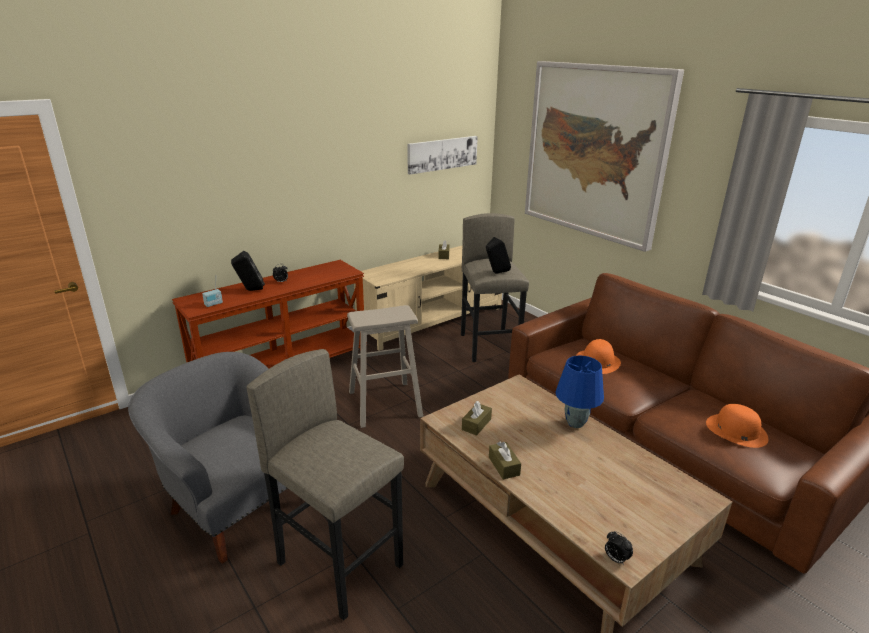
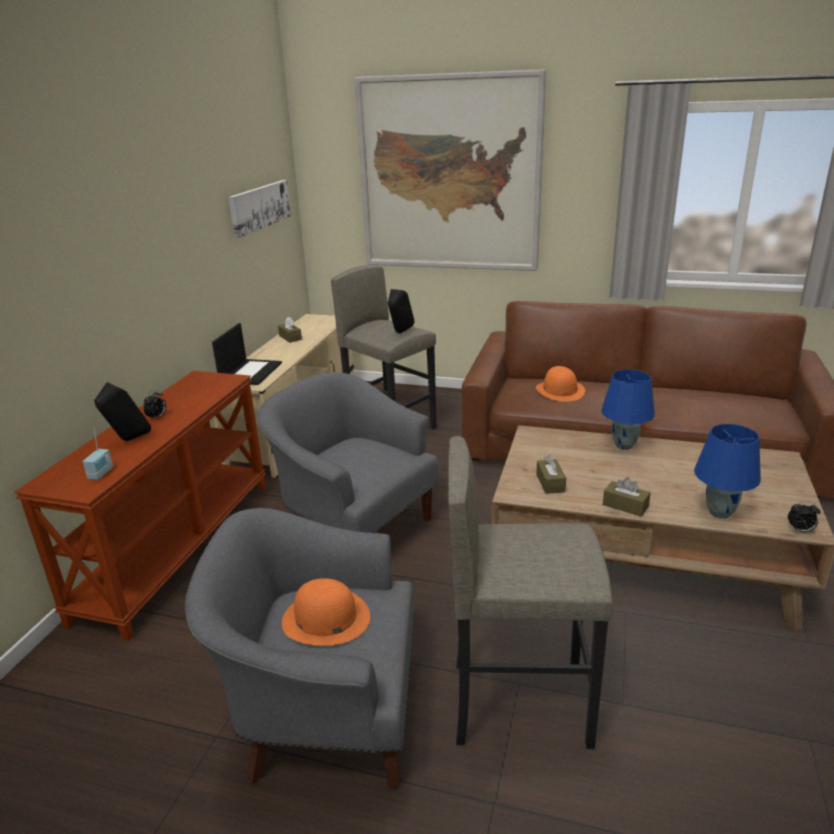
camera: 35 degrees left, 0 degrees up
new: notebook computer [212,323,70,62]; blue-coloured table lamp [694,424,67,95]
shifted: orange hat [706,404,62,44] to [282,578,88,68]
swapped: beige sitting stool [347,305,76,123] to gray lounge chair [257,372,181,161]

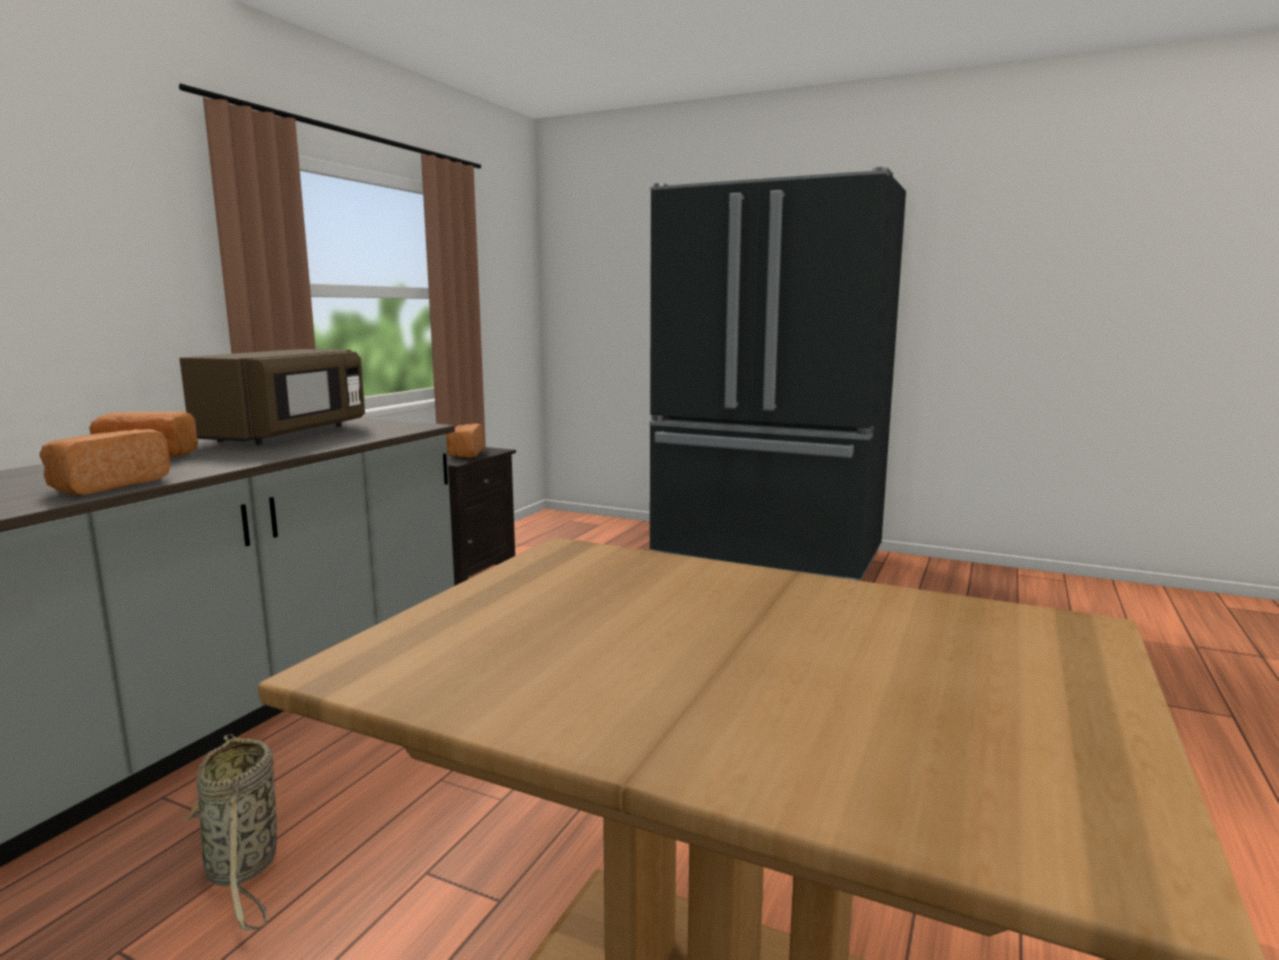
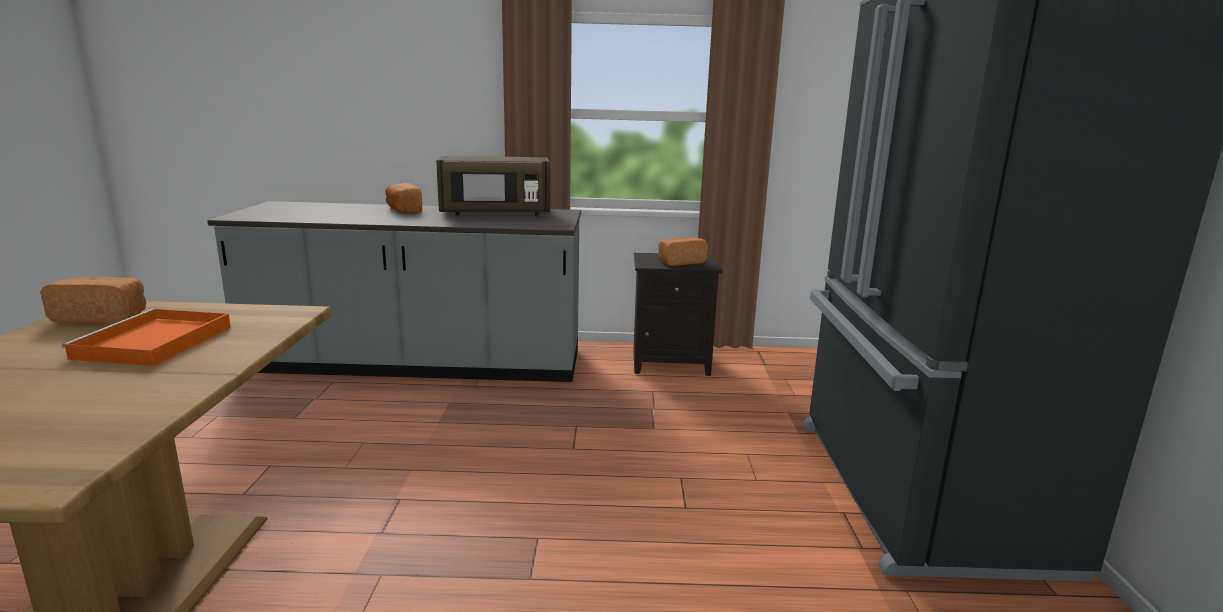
camera: 65 degrees right, 5 degrees up
gone: basket [184,734,93,196]
new: orange tray [61,309,170,57]
shifted: bread [39,429,132,66] to [40,277,106,47]

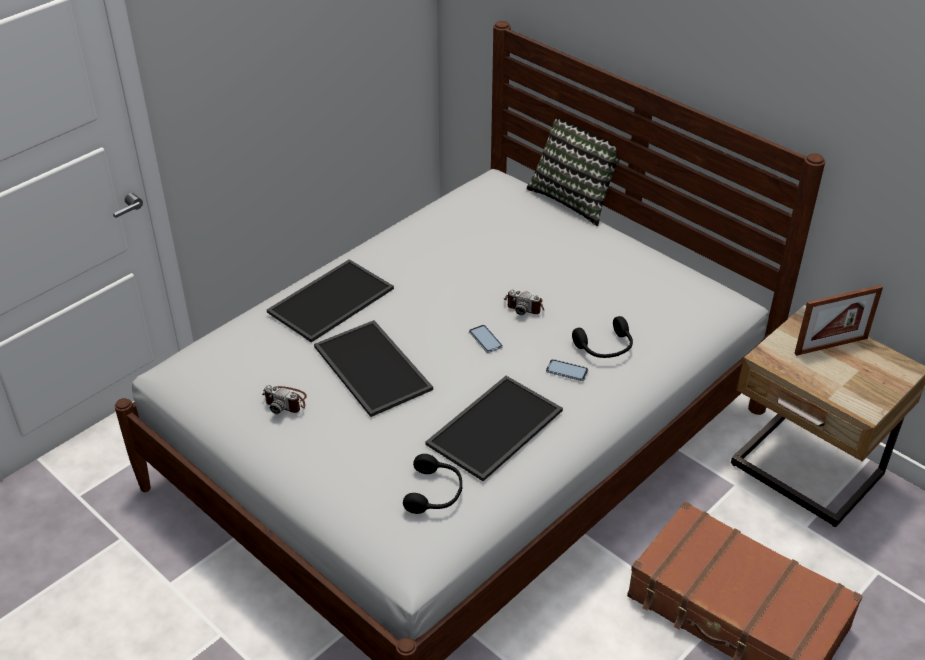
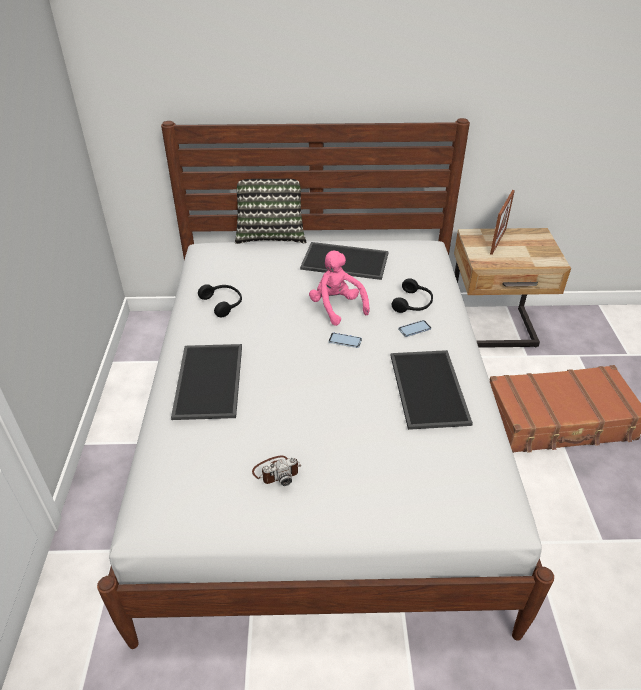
camera: 45 degrees left, 0 degrees up
shifted: tray [314,320,119,97] to [300,242,89,38]; blackish headset [403,454,59,60] to [198,284,44,34]
swapped: still camera [504,290,40,25] to pink-coloured plush toy [309,250,61,76]

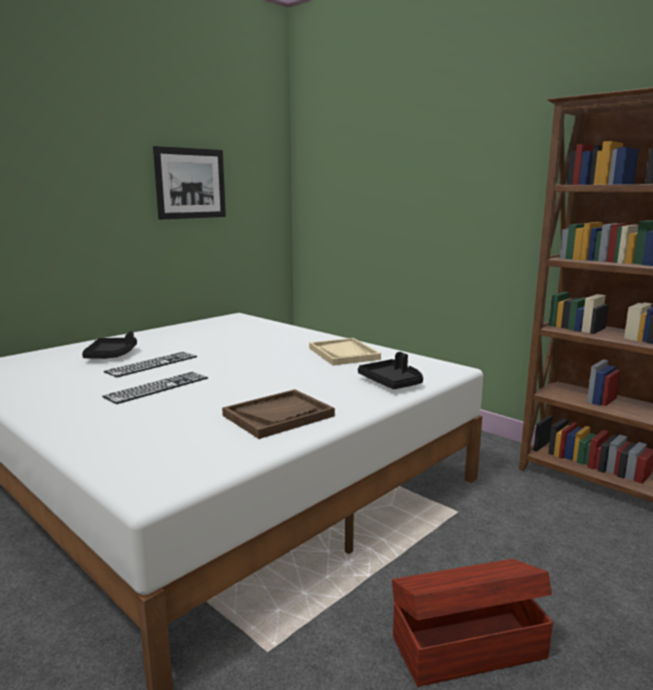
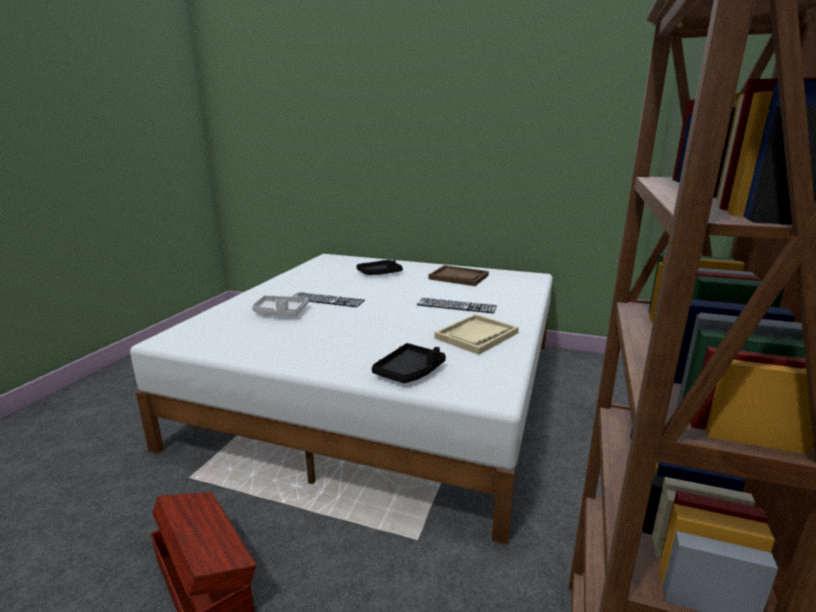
camera: 65 degrees right, 5 degrees up
gone: wall picture [153,146,73,74]
new: gray tray [252,295,56,21]
shifted: computer keyboard [104,352,93,25] to [417,298,80,15]; brown-coloured tray [222,389,113,50] to [428,265,61,21]

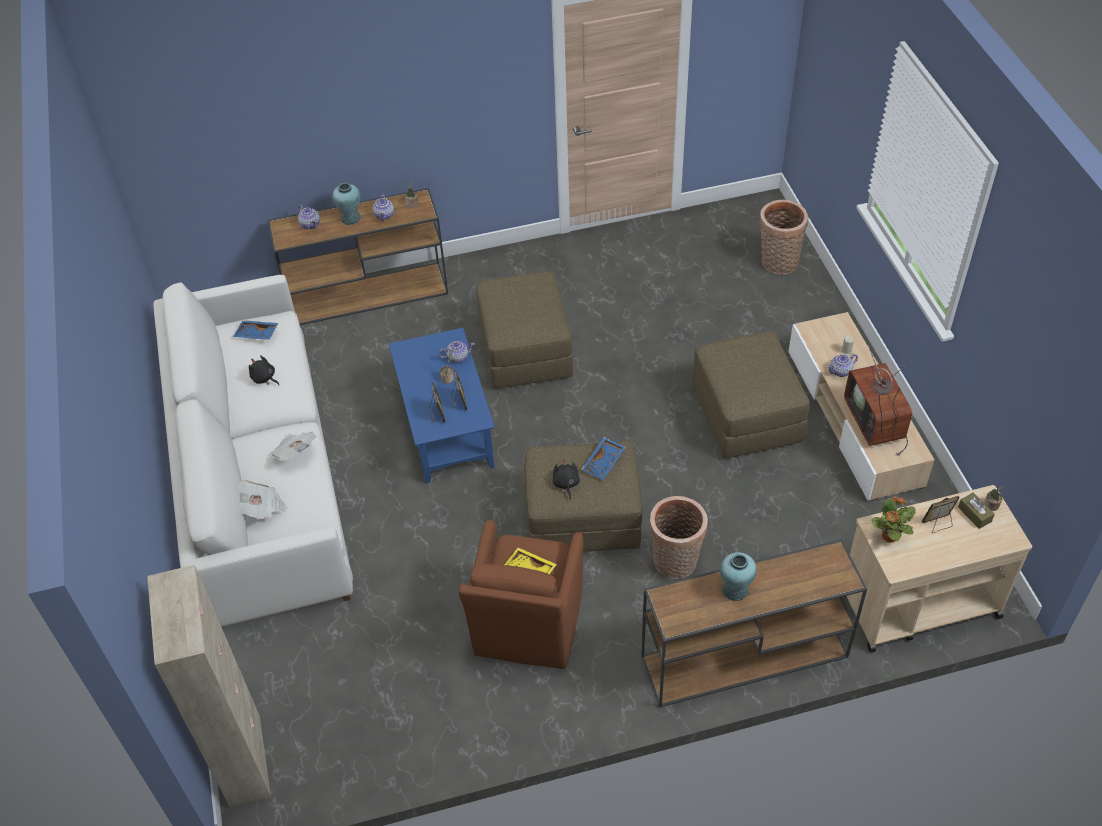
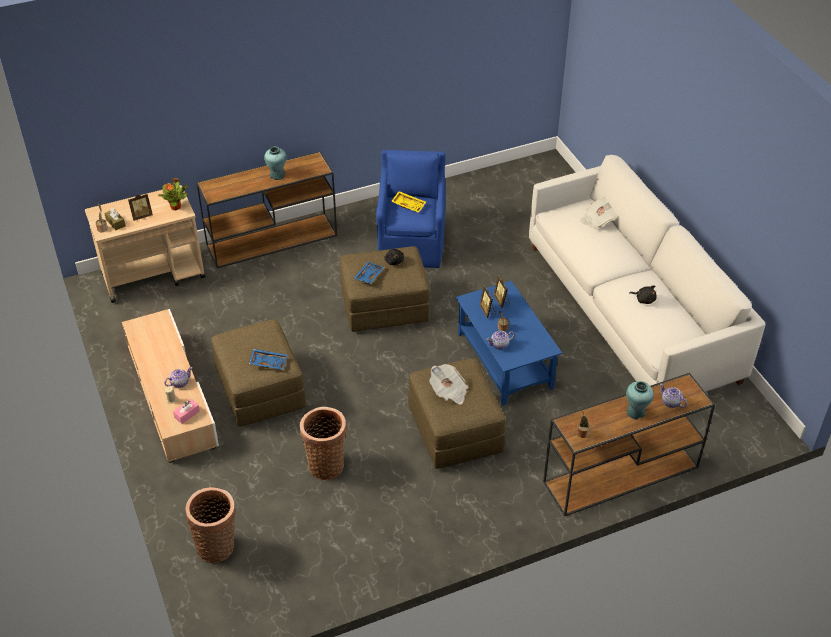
camera: 170 degrees right, 5 degrees down
gone: teapot [373,194,21,27]; TV set [844,345,68,111]; beige cabinet [147,565,124,242]
new: pink-coloured tissue holder [173,399,27,25]
shifted: blue-coloured tray [233,320,46,20] to [249,349,38,21]; newspaper [270,432,46,29] to [429,364,39,41]; basket [649,496,59,83] to [300,407,46,73]
repainted: brown-coloured lounge chair [459,520,124,149] to blue-coloured lounge chair [376,150,70,118]

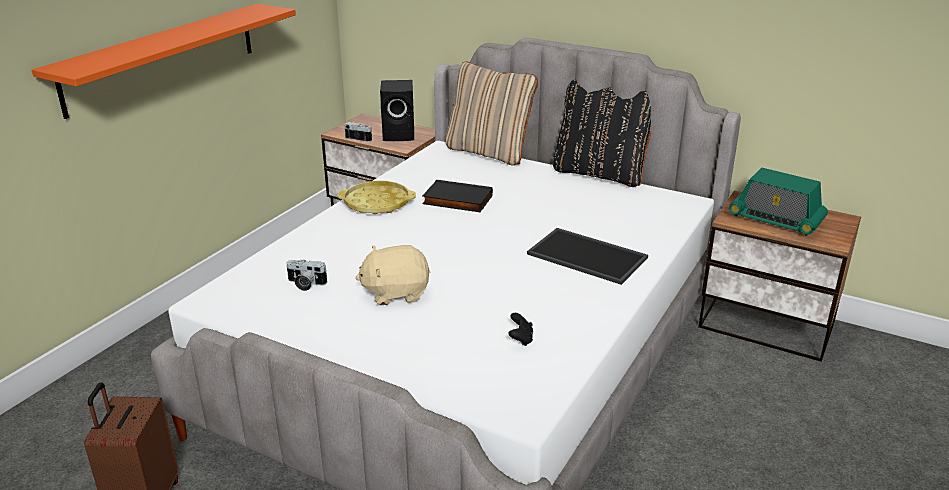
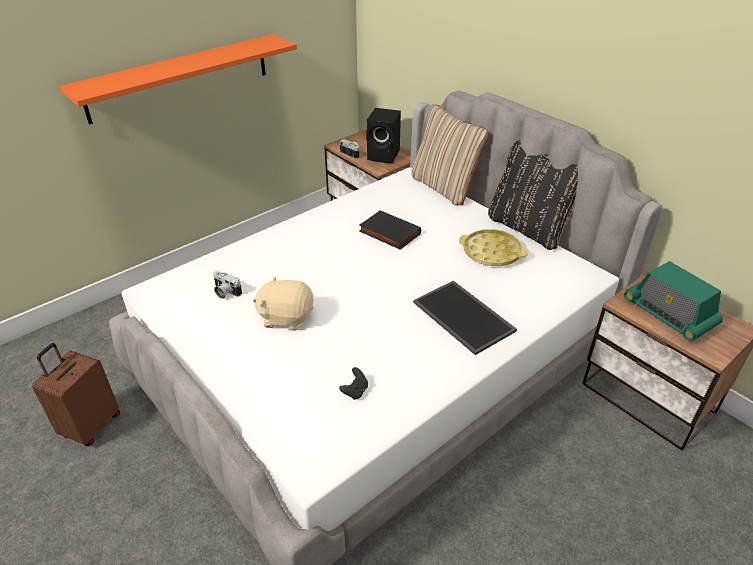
camera: 20 degrees right, 10 degrees up
shifted: yellow-coloured tray [338,181,78,33] to [459,229,69,37]

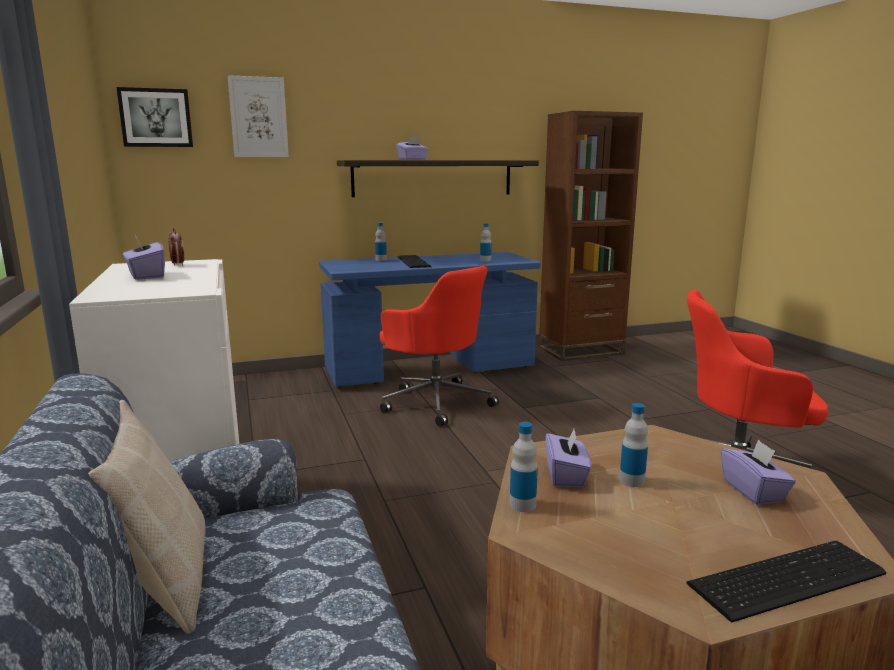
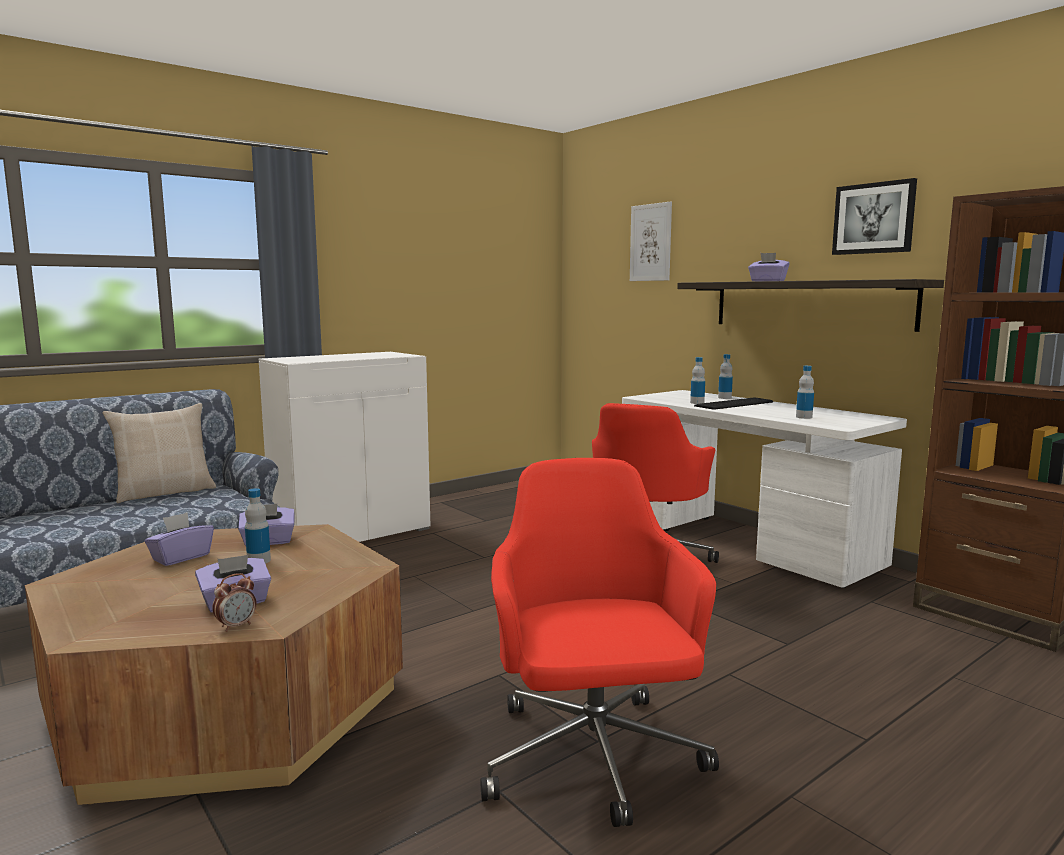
camera: 70 degrees right, 5 degrees down
gone: computer keyboard [686,541,200,82]
shifted: wall picture [116,87,77,60] to [832,178,85,77]; table clock [168,227,16,39] to [212,573,44,59]; purple-coloured tissue holder [123,235,42,45] to [145,512,69,54]; bottle [510,422,28,90] to [690,357,15,47]
repainted: blue-coloured desk unit [319,252,222,135] to whitish desk unit [622,390,285,198]

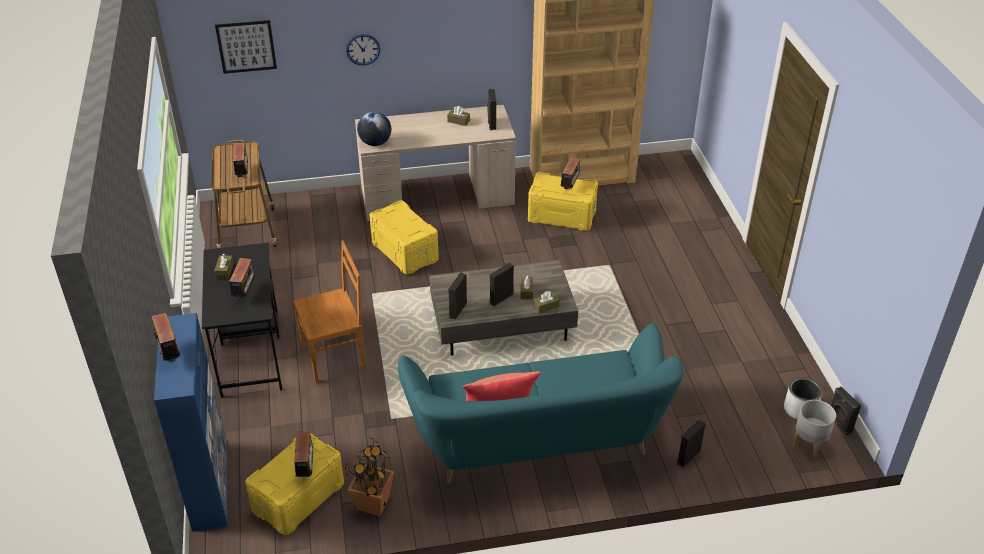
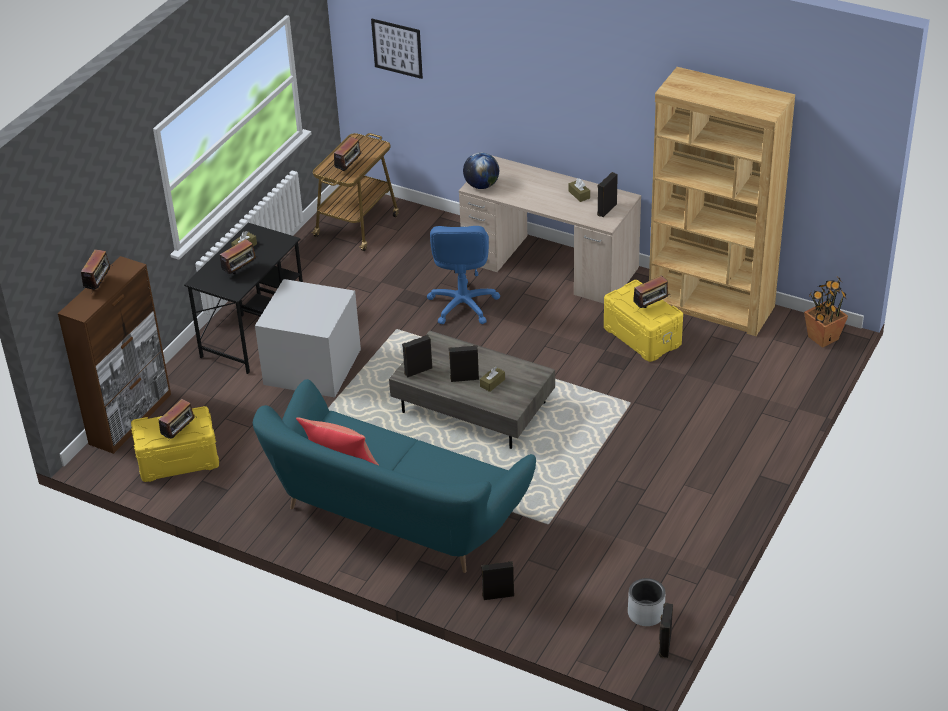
camera: 40 degrees right, 0 degrees up
gone: hanging clock [346,34,34,31]; brown-coloured tissue holder [533,291,27,23]; gray plant pot [792,400,44,58]
shifted: houseplant [345,438,49,78] to [804,277,44,71]
swapped: yellow-coloured storage box [369,200,70,75] to blue-coloured office chair [427,226,73,98]; brown-coloured plain chair [293,241,72,142] to gray storage box [255,279,106,118]
repainted: blue-coloured cabinet [154,313,74,218] to brown-coloured cabinet [58,256,113,198]

